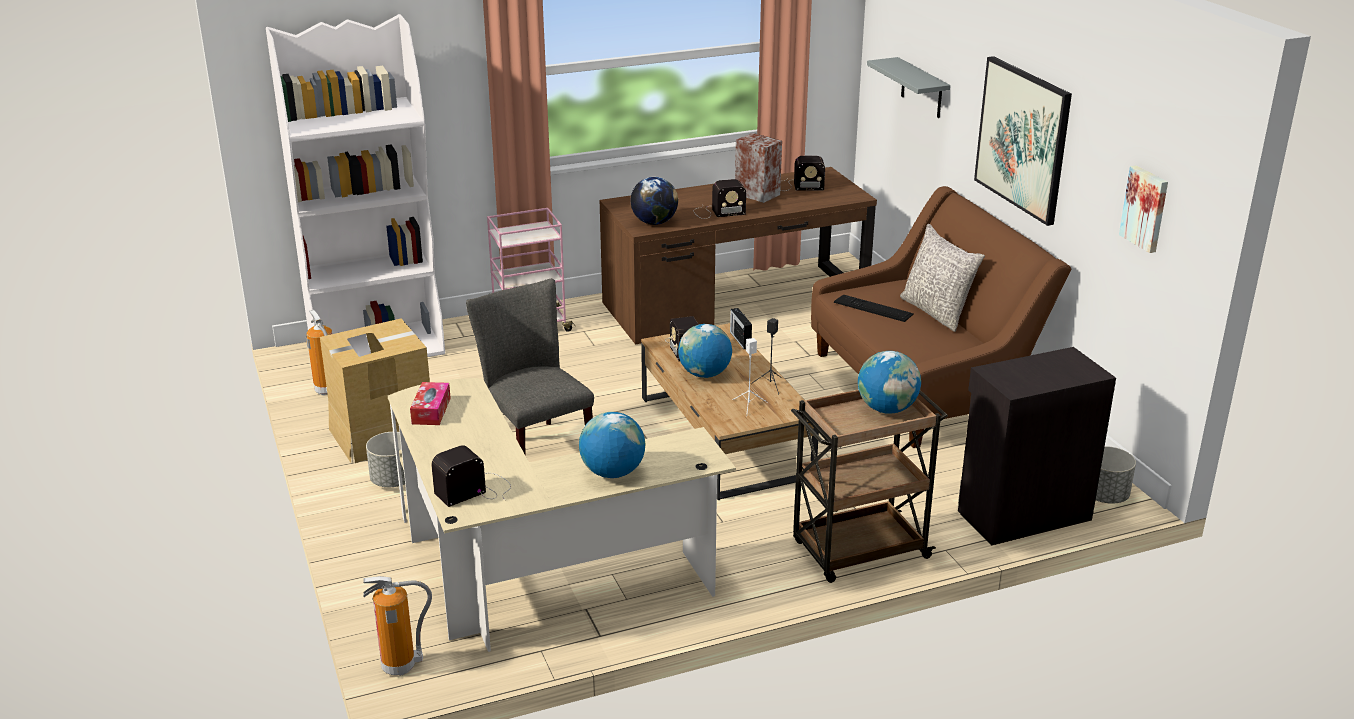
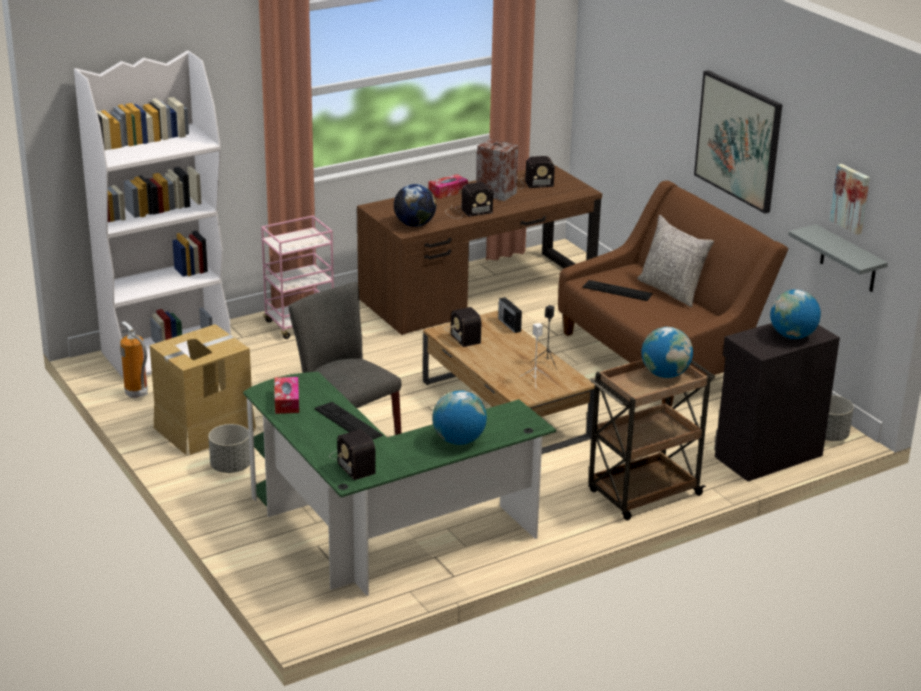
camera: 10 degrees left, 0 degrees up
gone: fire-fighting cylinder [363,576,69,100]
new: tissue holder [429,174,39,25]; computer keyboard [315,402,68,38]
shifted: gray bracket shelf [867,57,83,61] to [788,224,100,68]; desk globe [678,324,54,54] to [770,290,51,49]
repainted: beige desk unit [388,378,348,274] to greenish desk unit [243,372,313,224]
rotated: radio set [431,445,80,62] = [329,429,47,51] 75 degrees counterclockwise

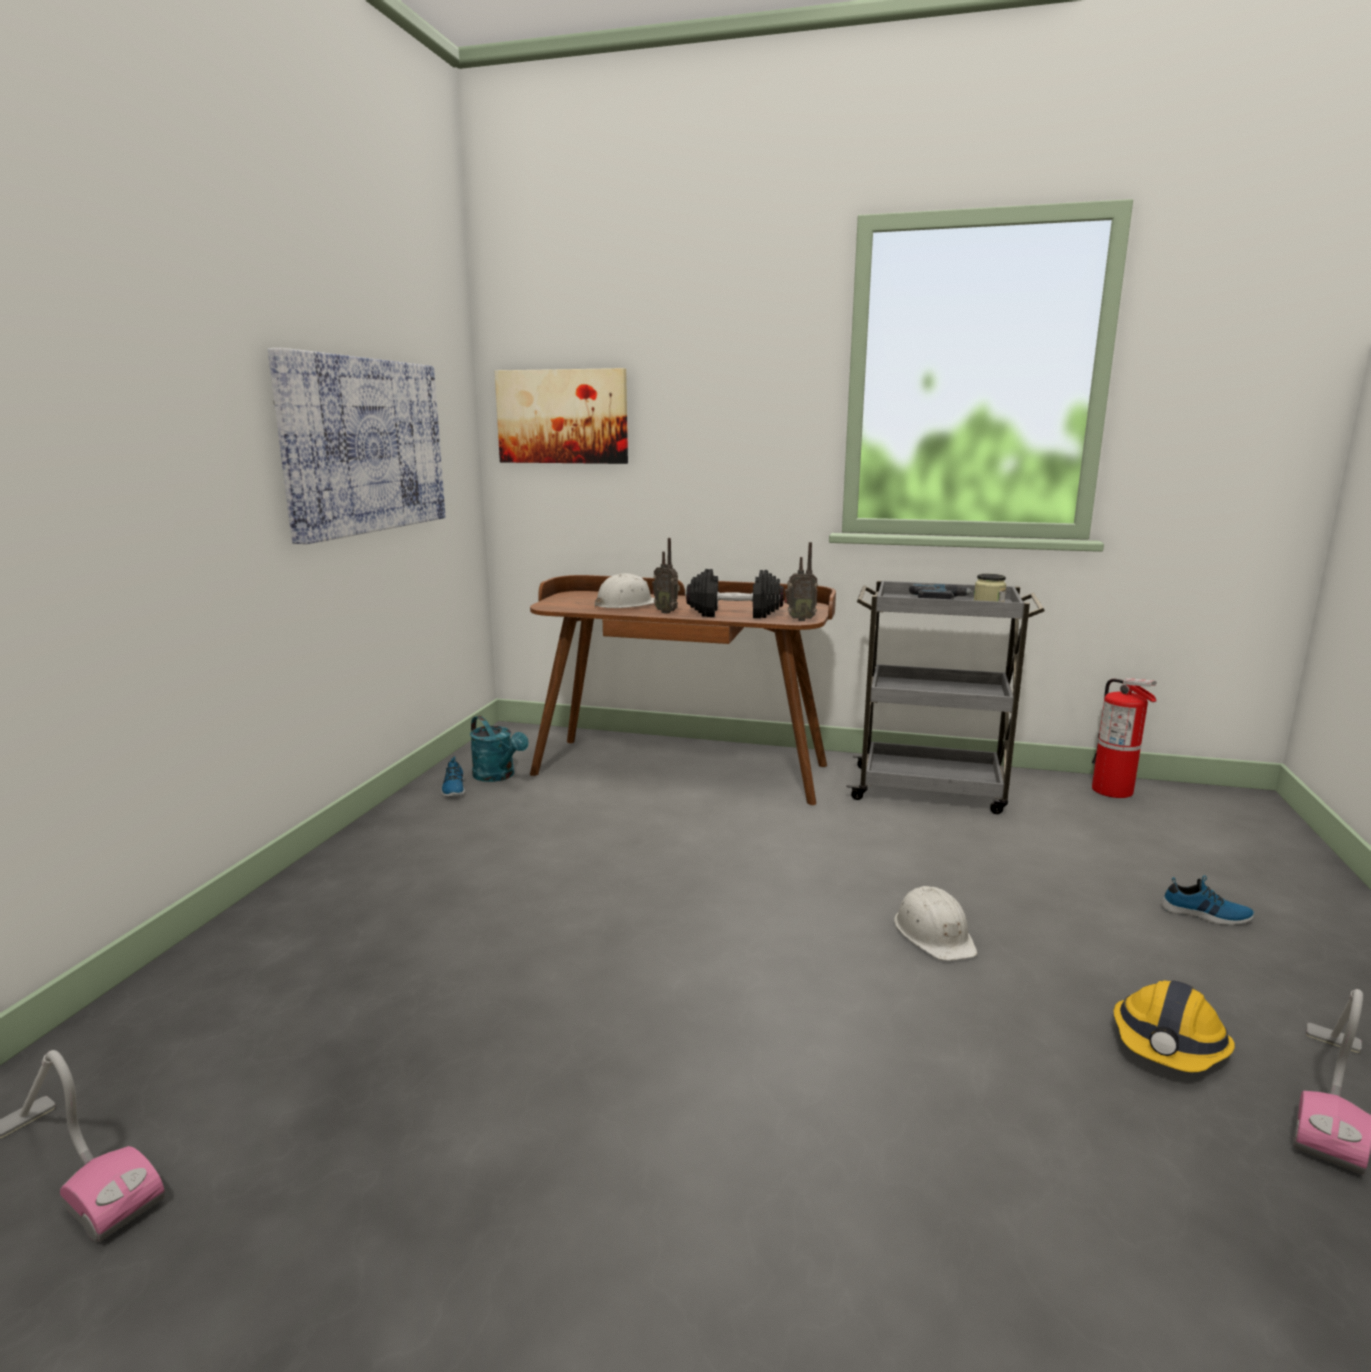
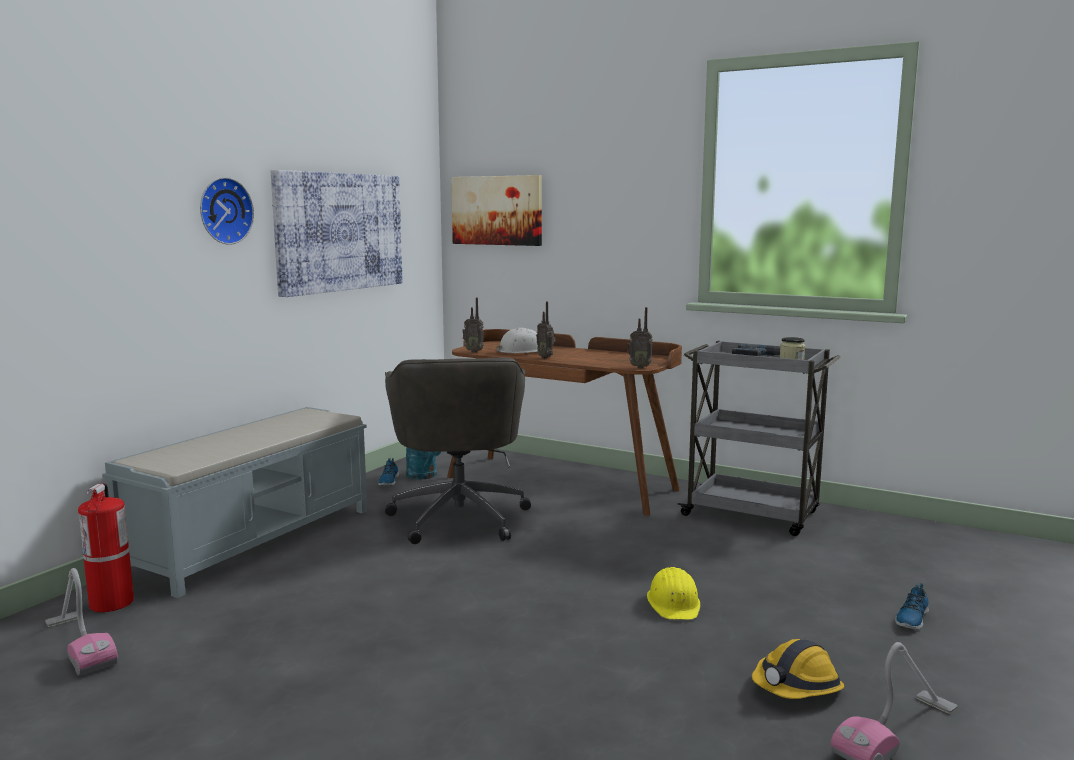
camera: 15 degrees right, 5 degrees down
gone: blackish dumbbell [686,569,98,49]
new: hanging clock [200,177,54,68]; radio set [462,297,22,56]; gray office chair [385,358,146,186]; gray bench [102,407,265,191]
shifted: fire-fighting cylinder [1091,678,66,120] to [78,483,56,129]
repainted: whitish safety helmet [894,886,83,75] to yellow-coloured safety helmet [647,567,53,53]
rotated: low shoe [1161,875,93,50] = [895,583,34,46] 90 degrees clockwise

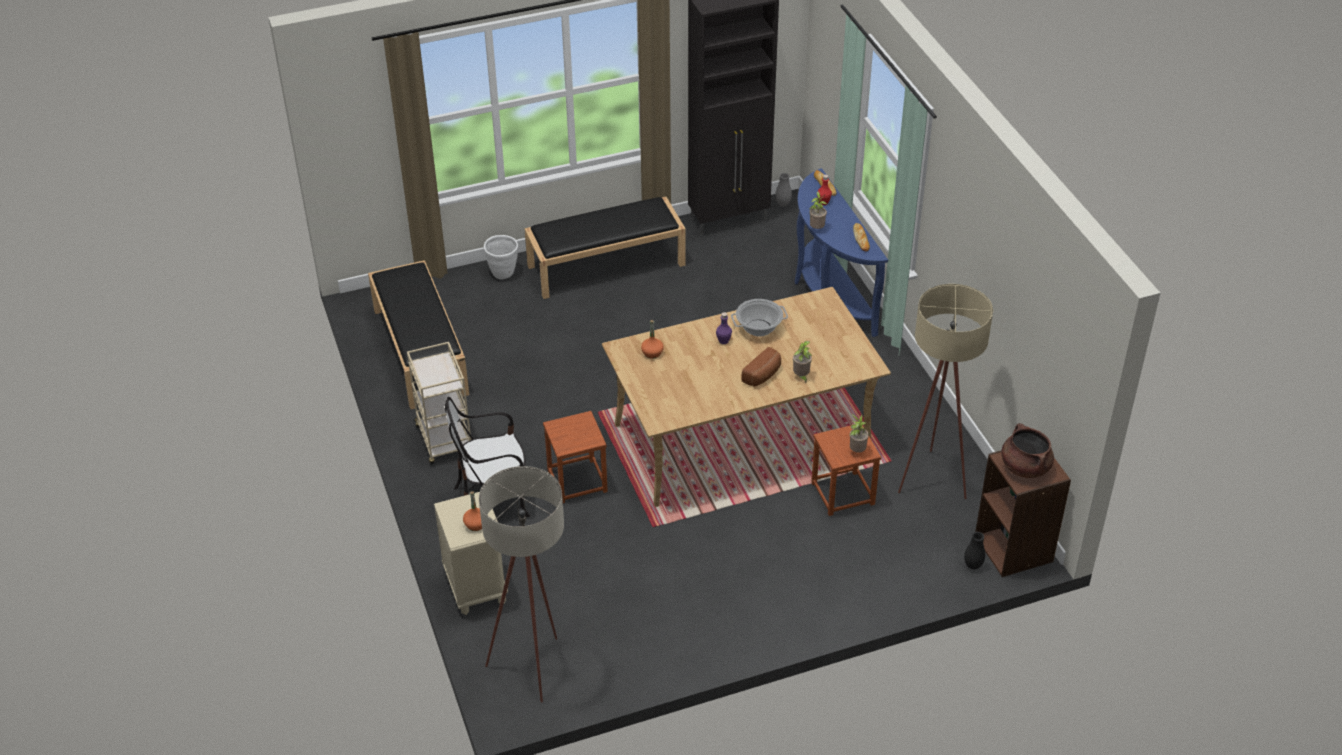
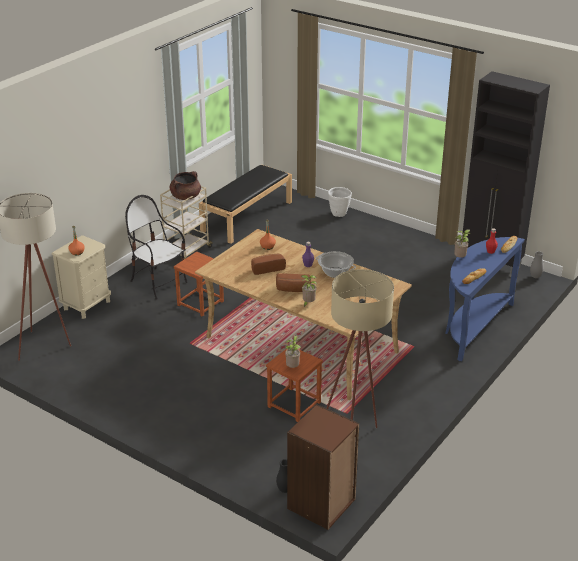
camera: 55 degrees right, 10 degrees down
gone: blackish bench [524,197,162,102]
new: bread [251,254,35,21]
shifted: brown-coloured cooking pot [1001,423,53,55] to [170,171,31,29]

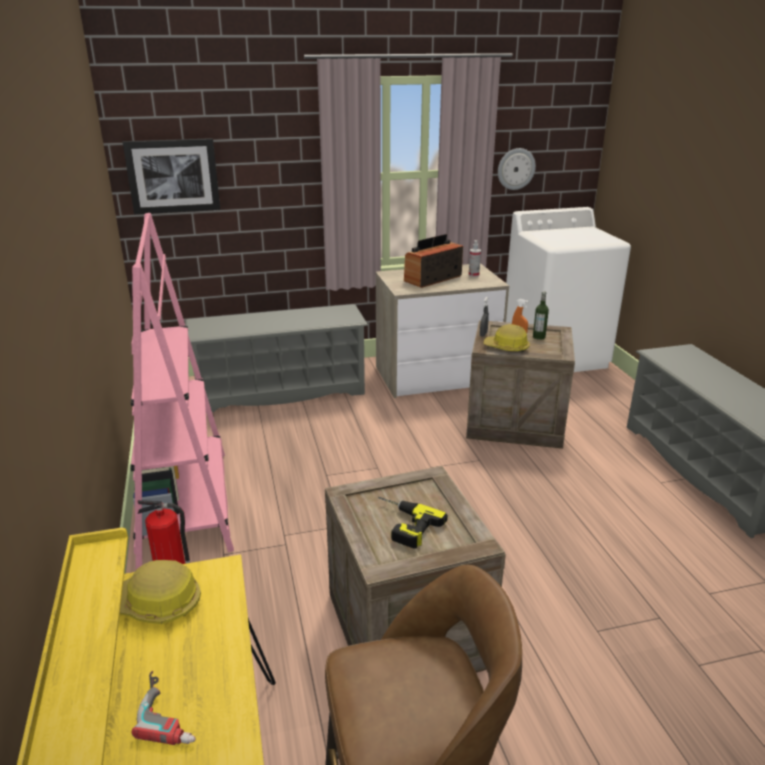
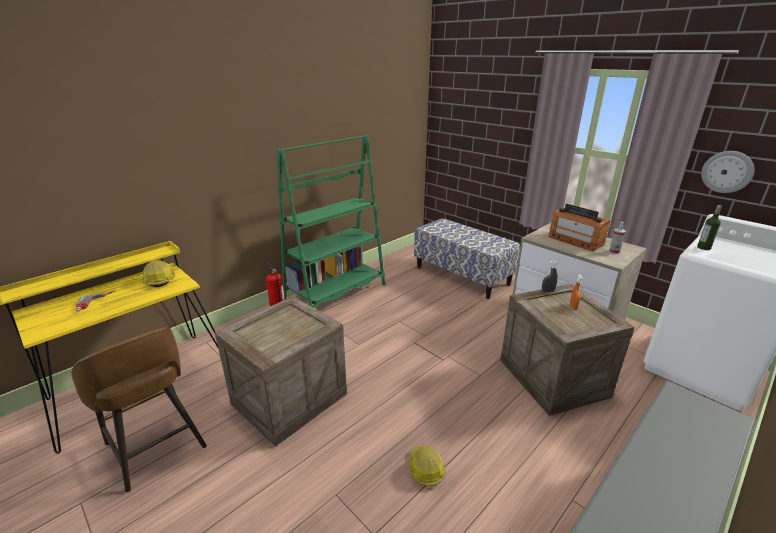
camera: 60 degrees right, 0 degrees up
gone: wall picture [123,138,97,76]; power drill [378,497,70,52]
shifted: bottle [533,291,16,49] to [697,205,25,45]; safety helmet [484,324,46,28] to [409,445,37,41]
swapped: gray shoe stand [185,304,183,108] to bench [414,218,106,81]
repainted: pink-coloured bookshelf [130,213,104,357] to greenish bookshelf [277,135,108,173]
rotated: radio set [404,234,59,54] = [548,204,63,47] 150 degrees counterclockwise

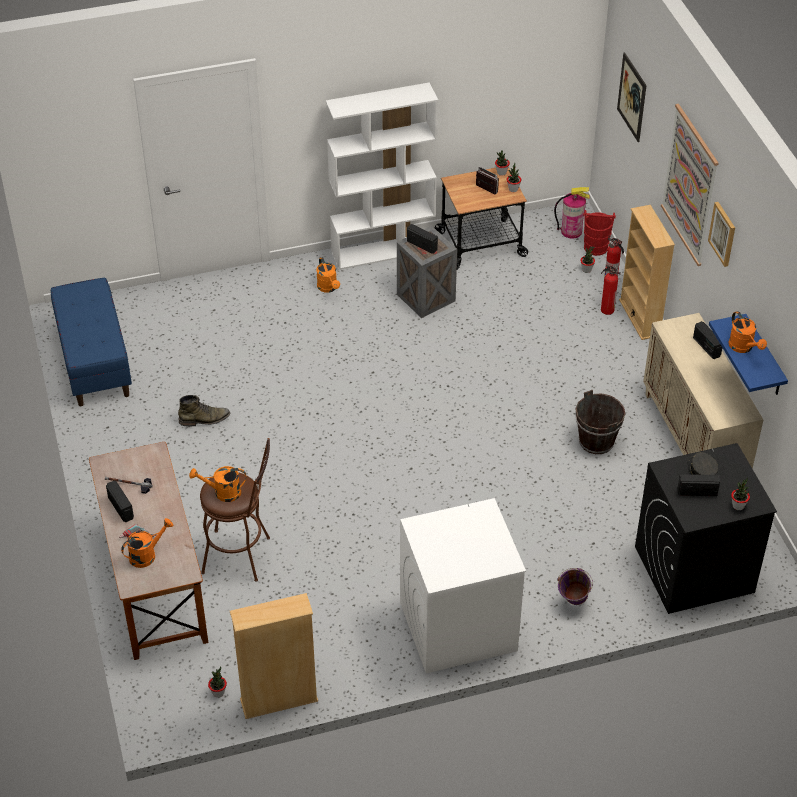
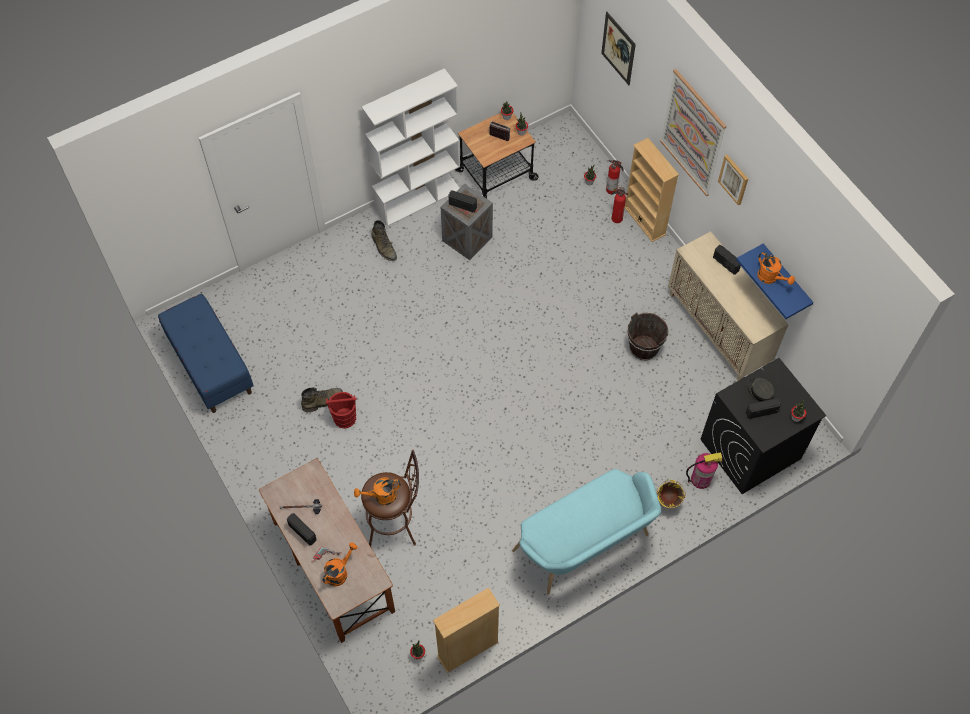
camera: 15 degrees left, 15 degrees up
shifted: fire-fighting cylinder [554,187,36,51] to [686,453,36,36]; reddish water bucket [583,210,33,46] to [326,392,31,36]
swapped: orange watering can [316,257,24,36] to greenish boot [371,220,26,41]; whitish laundry machine [400,498,126,175] to turquoise bench [512,469,149,126]
repainted: purple-coloured water bucket [557,568,36,37] to yellow-coloured water bucket [657,480,29,28]

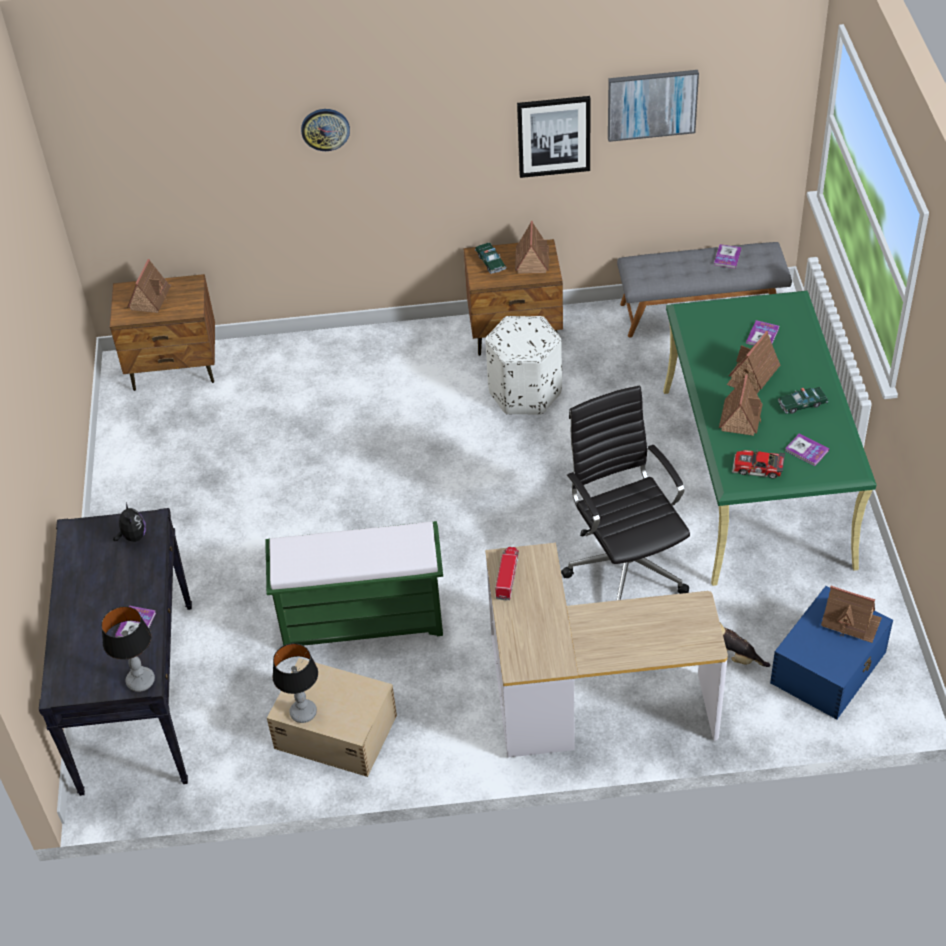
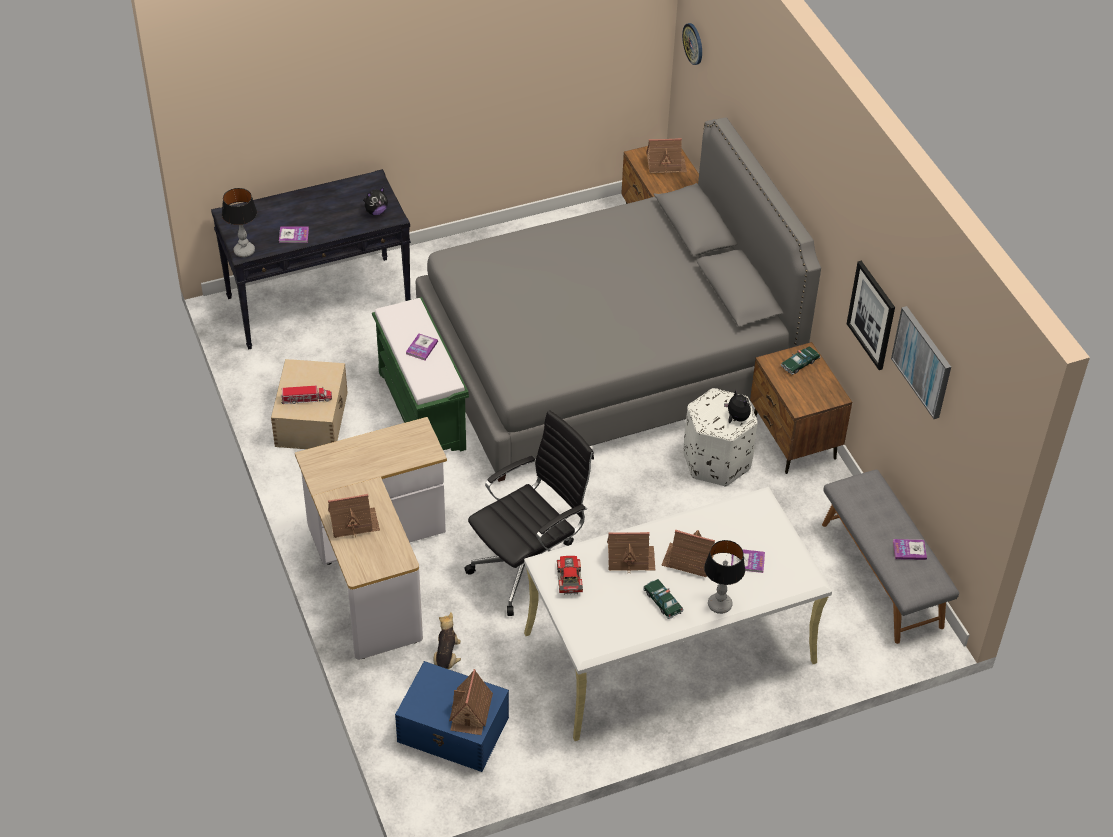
camera: 70 degrees right, 0 degrees up
new: gray sleeping bed [416,118,405,364]; plush toy [724,390,27,33]
shifted: hanging clock [301,109,49,42] to [682,23,20,42]; miniature house [515,221,35,52] to [328,494,52,44]; book [785,433,44,33] to [406,333,32,27]; toy lorry [495,547,24,53] to [281,386,51,18]; table lamp [272,643,46,80] to [704,540,41,74]
repainted: greenish desk unit [663,291,214,295] to whitish desk unit [524,487,308,254]

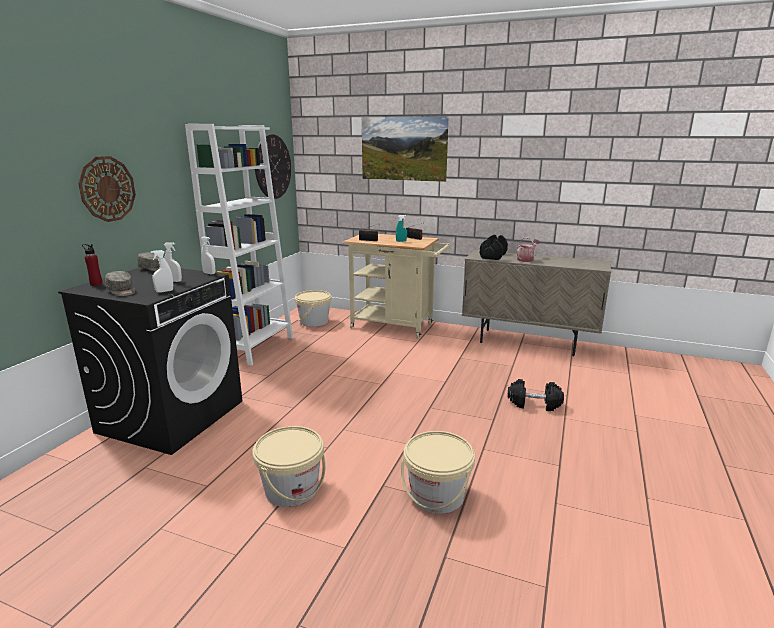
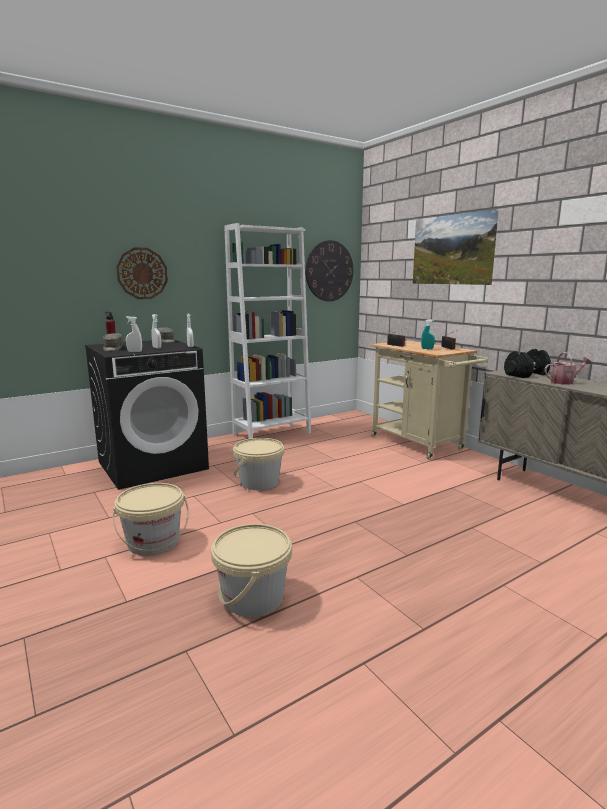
camera: 35 degrees right, 5 degrees down
gone: blackish dumbbell [507,379,57,32]
shifted: beige water bucket [295,290,37,37] to [233,438,51,52]

